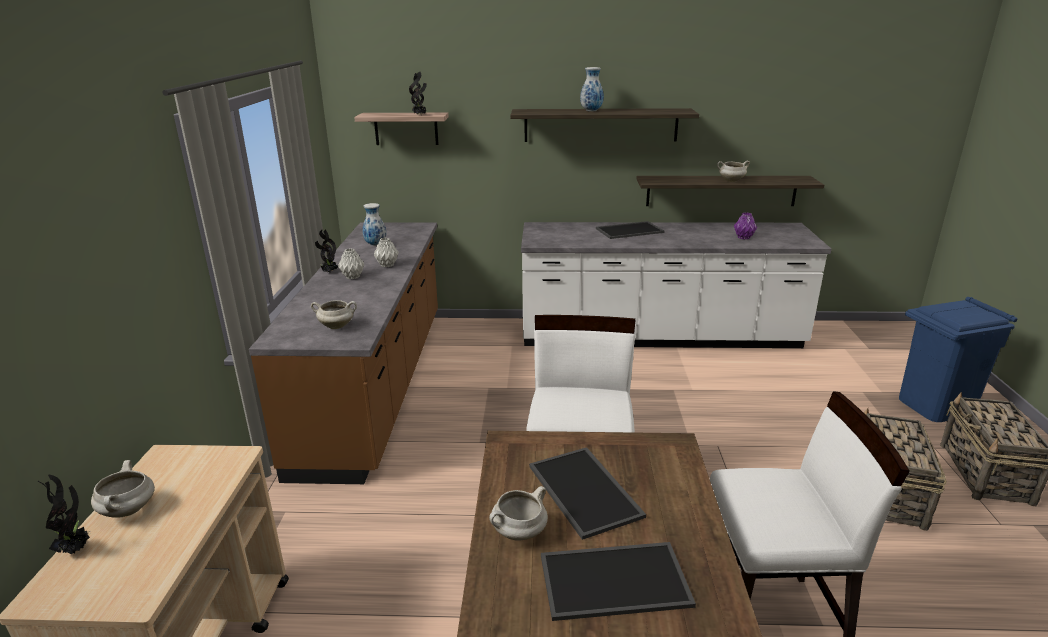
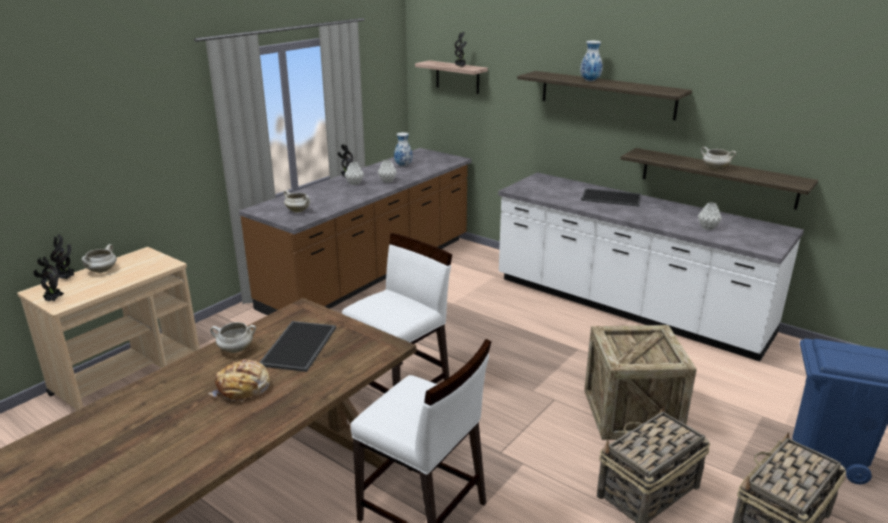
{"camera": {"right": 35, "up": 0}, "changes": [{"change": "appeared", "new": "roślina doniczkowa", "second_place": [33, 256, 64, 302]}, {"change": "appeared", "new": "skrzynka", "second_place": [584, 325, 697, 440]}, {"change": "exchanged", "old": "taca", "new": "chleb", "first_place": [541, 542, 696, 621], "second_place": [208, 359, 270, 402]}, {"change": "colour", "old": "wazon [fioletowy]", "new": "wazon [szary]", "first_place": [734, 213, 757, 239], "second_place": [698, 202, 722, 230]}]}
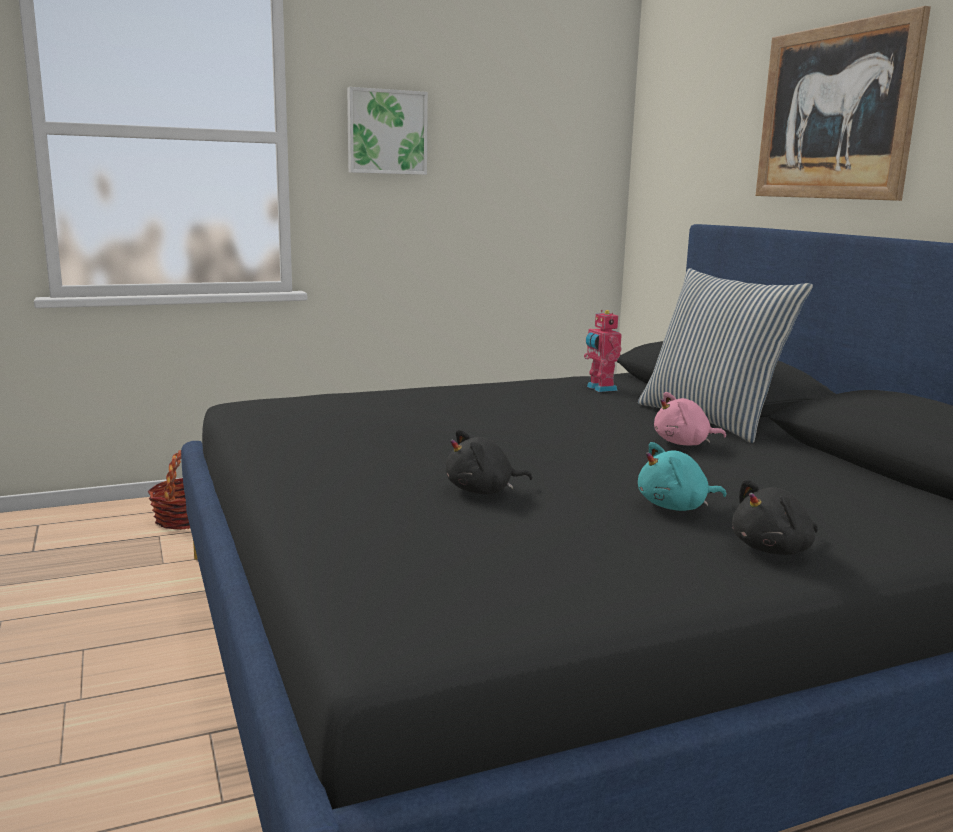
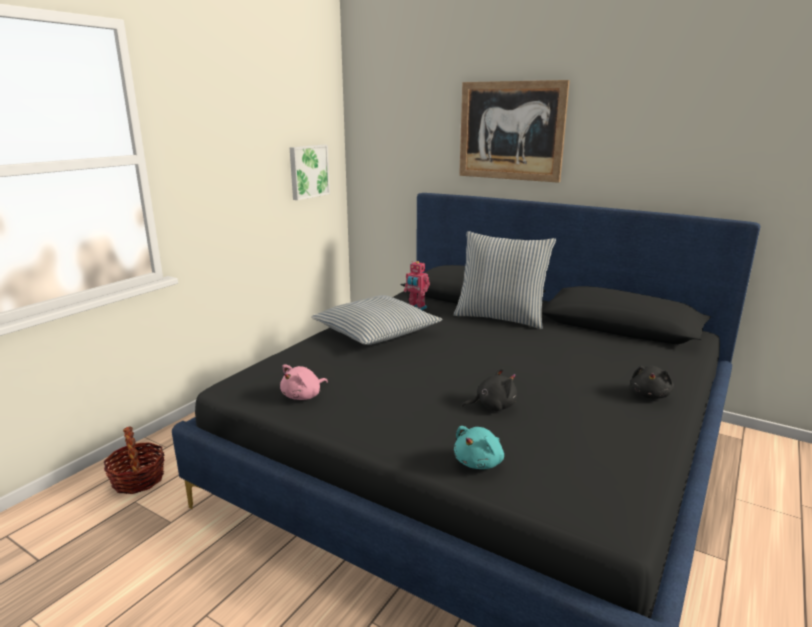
{"camera": {"right": -35, "up": 5}, "changes": [{"change": "appeared", "new": "poduszka", "second_place": [311, 295, 442, 345]}, {"change": "relocated", "old": "obraz", "first_place": [347, 87, 428, 175], "second_place": [290, 145, 330, 200]}, {"change": "relocated", "old": "pluszak [turkusowy]", "first_place": [638, 442, 727, 511], "second_place": [454, 426, 504, 469]}, {"change": "relocated", "old": "pluszak [różowy]", "first_place": [654, 392, 726, 445], "second_place": [280, 364, 328, 400]}, {"change": "spun", "old": "pluszak [czarny]", "first_place": [446, 430, 532, 494], "second_place": [462, 368, 517, 411], "degrees": -135}]}
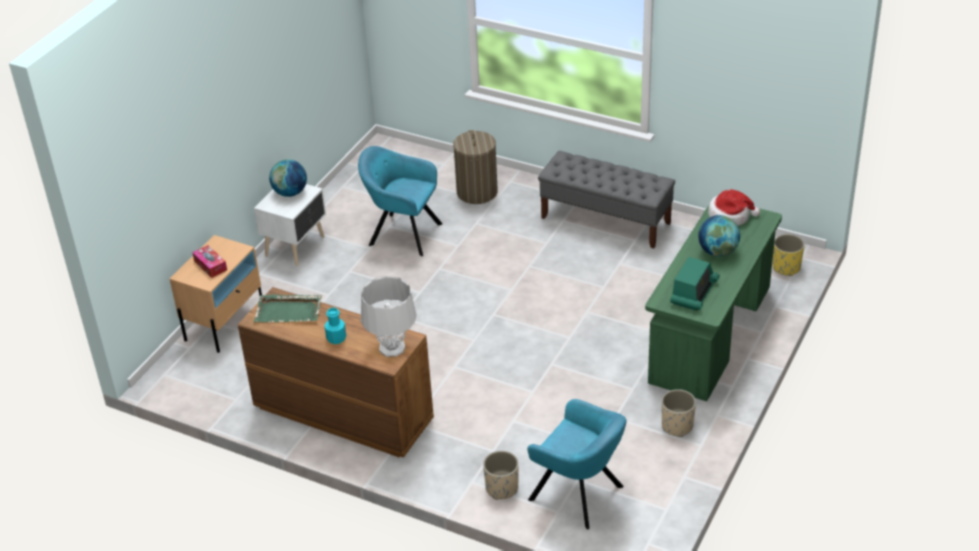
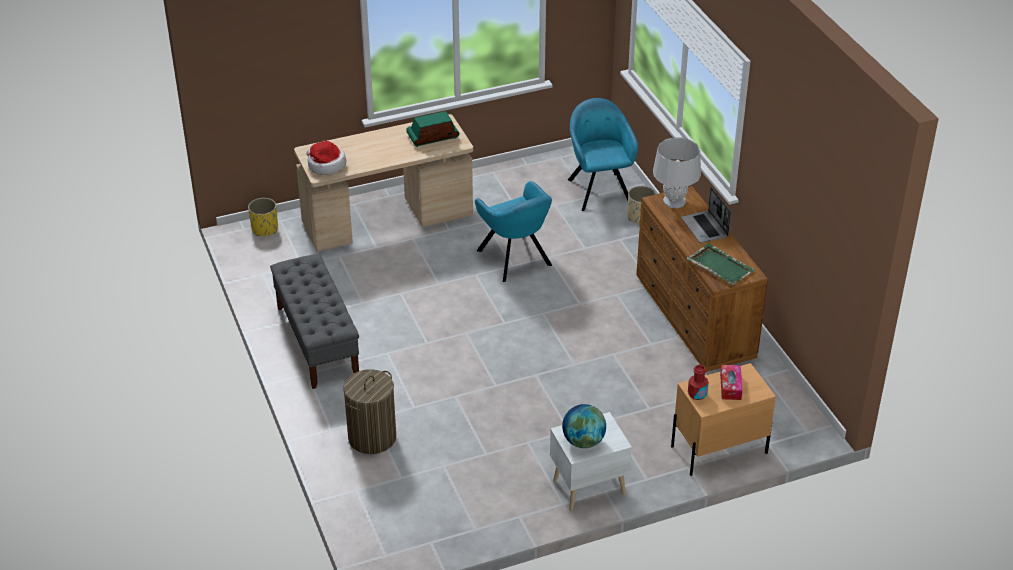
{"camera": {"right": -140, "up": 0}, "changes": [{"change": "missing", "old": "donica [beżowy]", "first_place": [662, 389, 696, 437]}, {"change": "missing", "old": "globus", "first_place": [698, 215, 740, 257]}, {"change": "appeared", "new": "butelka [czerwony]", "second_place": [688, 365, 709, 400]}, {"change": "relocated", "old": "fotel [turkusowy]", "first_place": [358, 146, 443, 256], "second_place": [475, 181, 552, 282]}, {"change": "exchanged", "old": "butelka [turkusowy]", "new": "laptop", "first_place": [325, 308, 346, 344], "second_place": [681, 187, 731, 243]}, {"change": "colour", "old": "biurko [zielony]", "new": "biurko [beżowy]", "first_place": [645, 205, 782, 401], "second_place": [294, 114, 473, 252]}]}
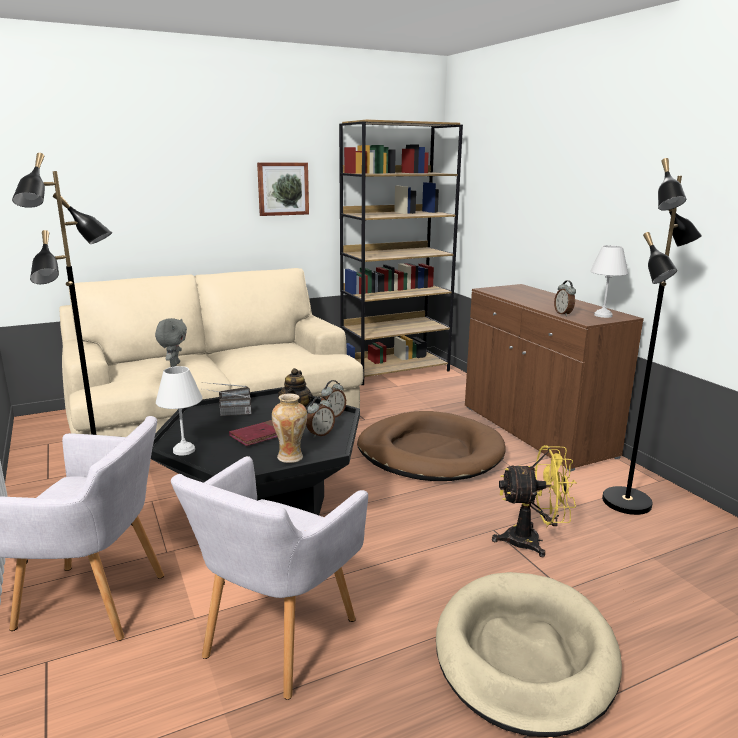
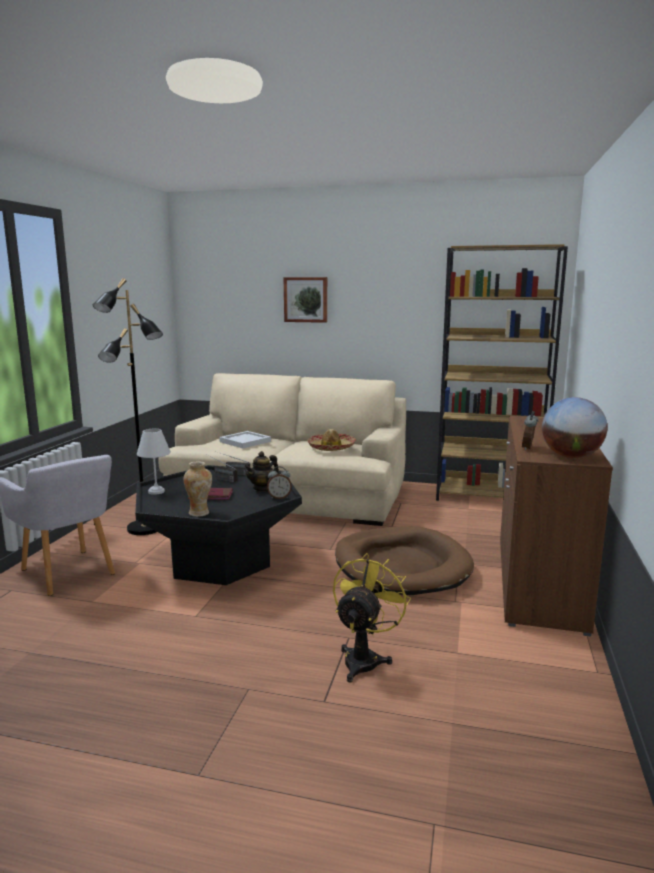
{"camera": {"right": 40, "up": -5}, "changes": [{"change": "missing", "old": "fotel [szary]", "first_place": [171, 456, 368, 700]}, {"change": "missing", "old": "budzik", "first_place": [306, 396, 335, 438]}, {"change": "missing", "old": "legowisko [beżowy]", "first_place": [436, 572, 622, 737]}, {"change": "missing", "old": "lampa stojąca [czarny]", "first_place": [602, 158, 702, 515]}, {"change": "appeared", "new": "kapelusz", "second_place": [307, 429, 356, 451]}, {"change": "relocated", "old": "obraz", "first_place": [257, 162, 309, 216], "second_place": [284, 277, 327, 323]}, {"change": "exchanged", "old": "pluszak [szary]", "new": "taca [biały]", "first_place": [155, 318, 187, 367], "second_place": [219, 431, 271, 449]}, {"change": "exchanged", "old": "lampa stołowa [biały]", "new": "globus", "first_place": [590, 245, 628, 318], "second_place": [542, 397, 607, 458]}, {"change": "spun", "old": "wentylator [żółty]", "first_place": [492, 445, 577, 557], "second_place": [333, 553, 411, 683], "degrees": -105}]}
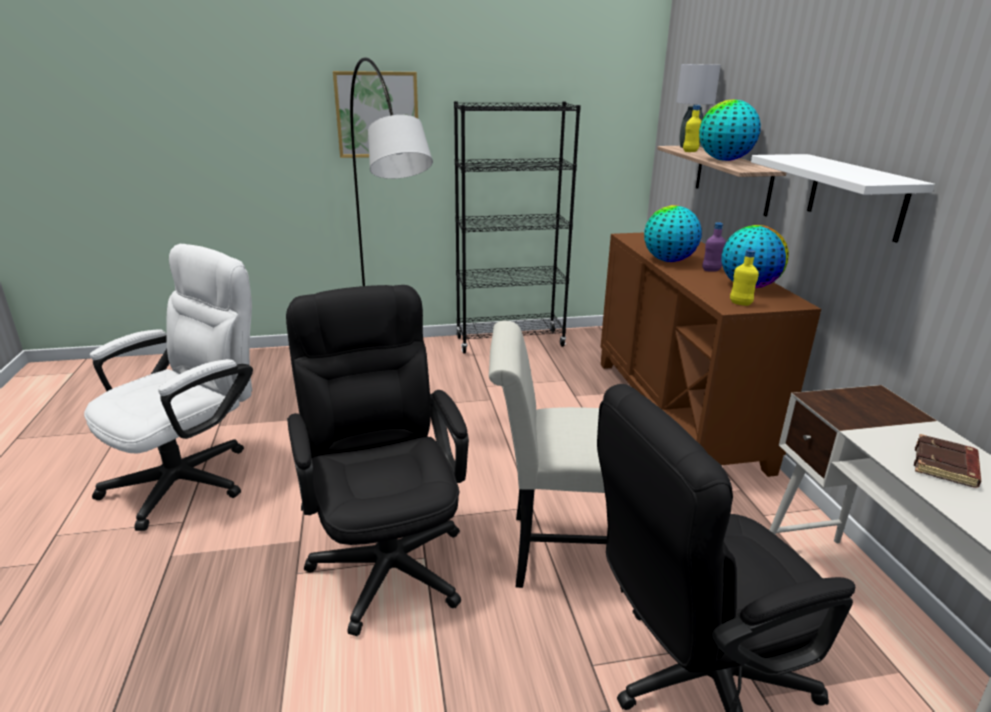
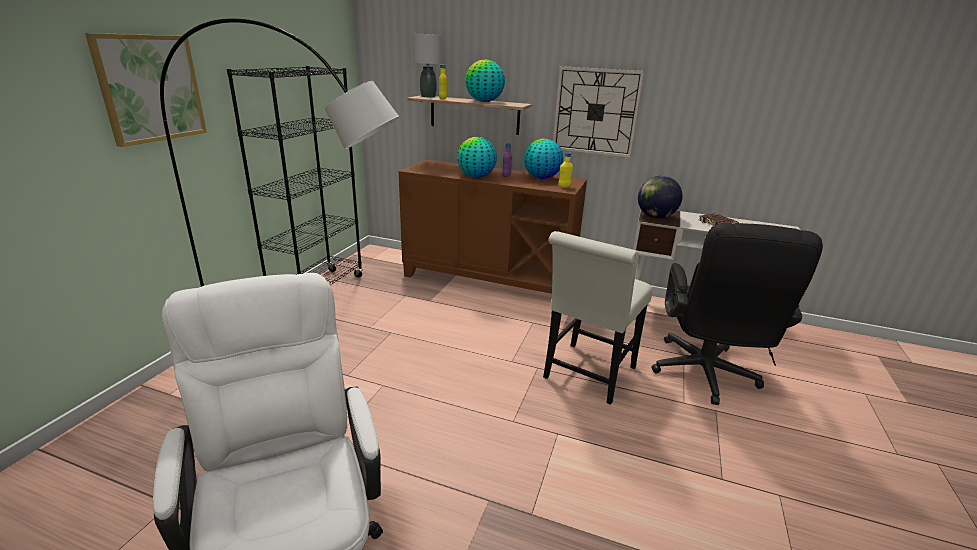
{"camera": {"right": -60, "up": 0}, "changes": [{"change": "missing", "old": "krzesło biurowe [czarny]", "first_place": [286, 285, 469, 636]}, {"change": "appeared", "new": "globus", "second_place": [638, 176, 683, 219]}, {"change": "exchanged", "old": "półka [biały]", "new": "zegar ścienny", "first_place": [751, 154, 935, 243], "second_place": [553, 66, 645, 158]}]}
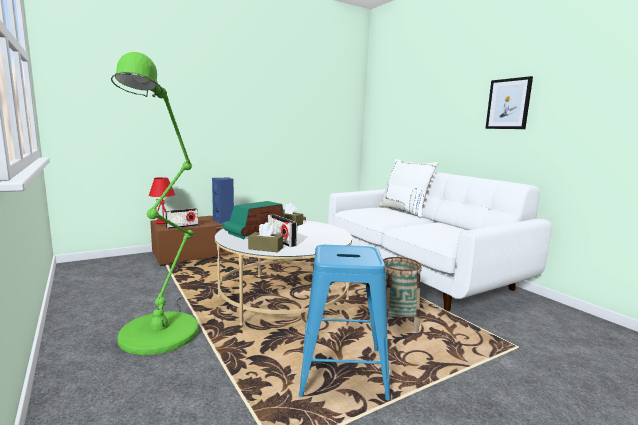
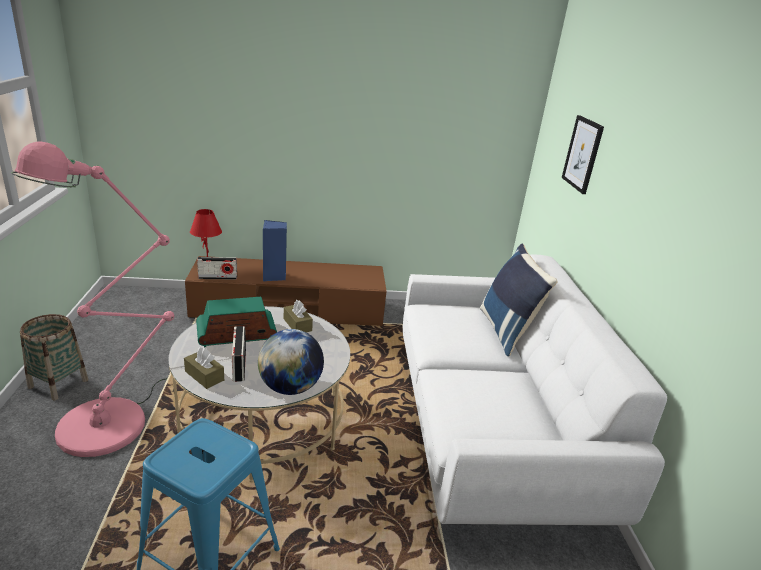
{"camera": {"right": 25, "up": 15}, "changes": [{"change": "appeared", "new": "globus", "second_place": [258, 329, 324, 395]}, {"change": "relocated", "old": "koszyk", "first_place": [383, 257, 422, 332], "second_place": [20, 314, 88, 400]}, {"change": "relocated", "old": "obraz", "first_place": [485, 76, 533, 129], "second_place": [562, 115, 604, 194]}, {"change": "colour", "old": "lampa stojąca [zielony]", "new": "lampa stojąca [różowy]", "first_place": [111, 52, 199, 355], "second_place": [12, 141, 174, 457]}, {"change": "colour", "old": "poduszka [biały]", "new": "poduszka [niebieski]", "first_place": [379, 159, 438, 218], "second_place": [480, 244, 558, 357]}]}
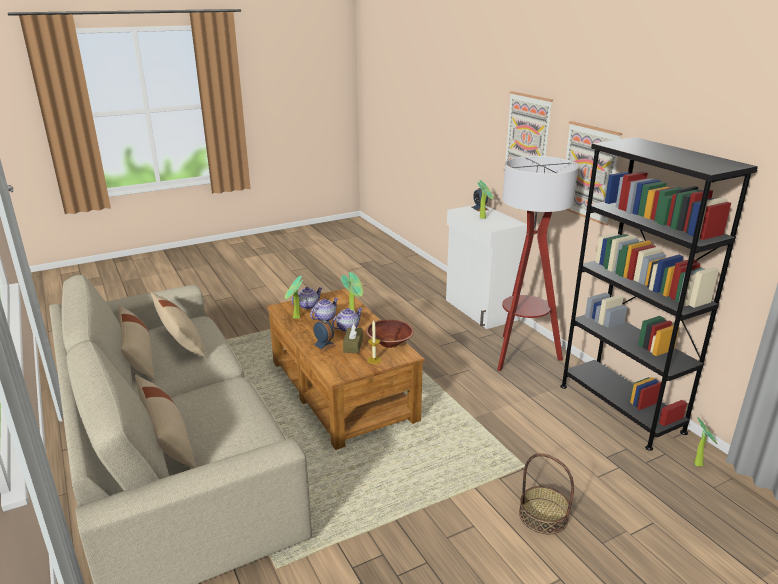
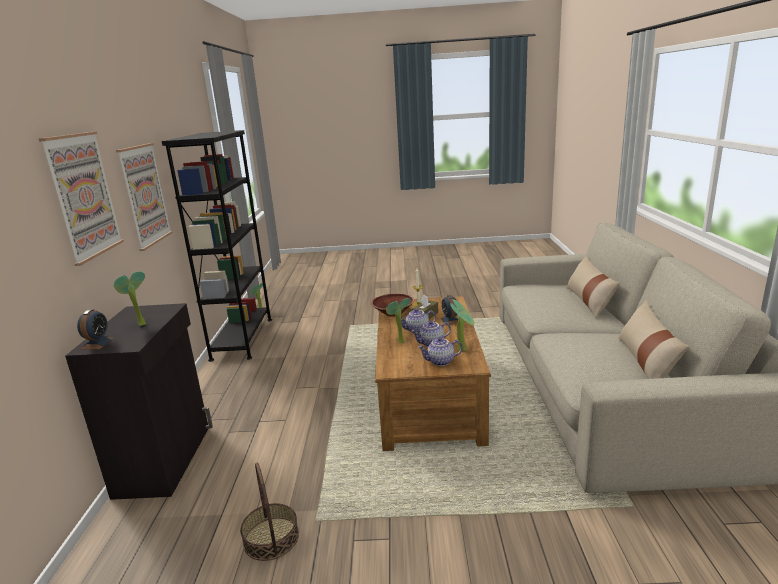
{"camera": {"right": -150, "up": -5}, "changes": [{"change": "missing", "old": "poduszka [beżowy]", "first_place": [151, 292, 207, 358]}, {"change": "missing", "old": "lampa stojąca", "first_place": [497, 156, 578, 371]}, {"change": "relocated", "old": "koszyk", "first_place": [519, 453, 574, 534], "second_place": [240, 463, 299, 561]}, {"change": "colour", "old": "szafka [biały]", "new": "szafka [czarny]", "first_place": [446, 205, 527, 329], "second_place": [65, 303, 213, 500]}]}
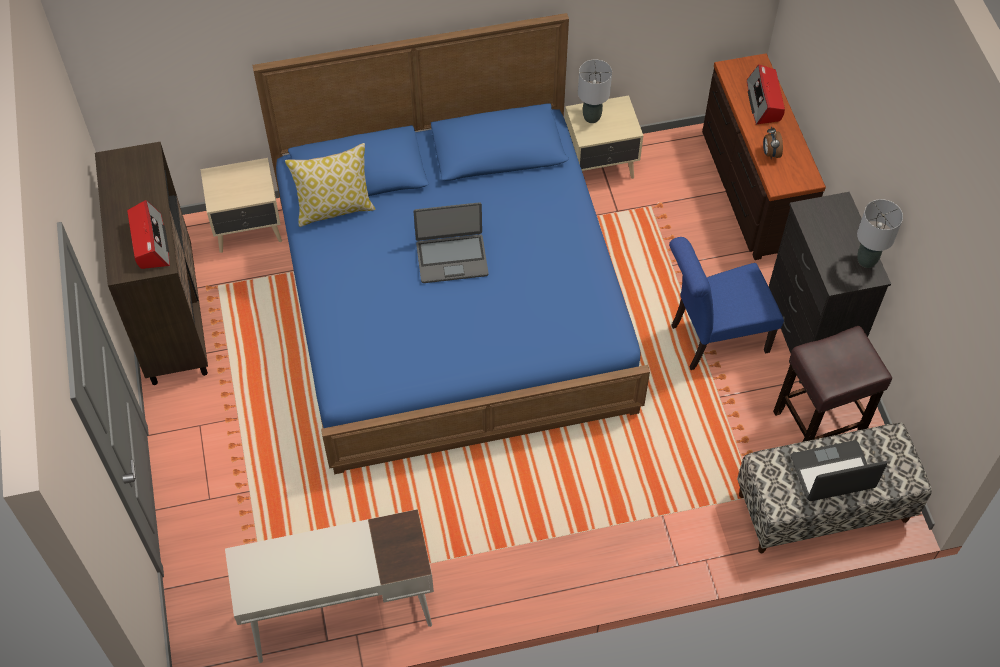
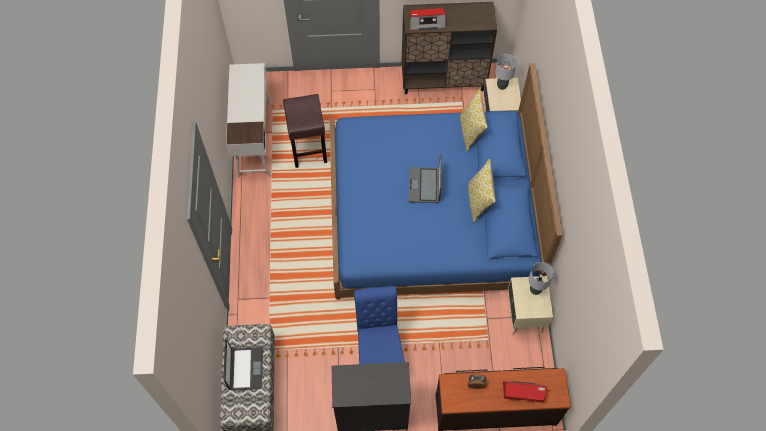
{"camera": {"right": 100, "up": 5}, "changes": [{"change": "appeared", "new": "poduszka", "second_place": [468, 159, 496, 223]}, {"change": "relocated", "old": "stołek [brązowy]", "first_place": [773, 326, 892, 442], "second_place": [283, 94, 327, 168]}, {"change": "relocated", "old": "lampa stołowa [szary]", "first_place": [857, 199, 903, 268], "second_place": [495, 54, 517, 90]}]}
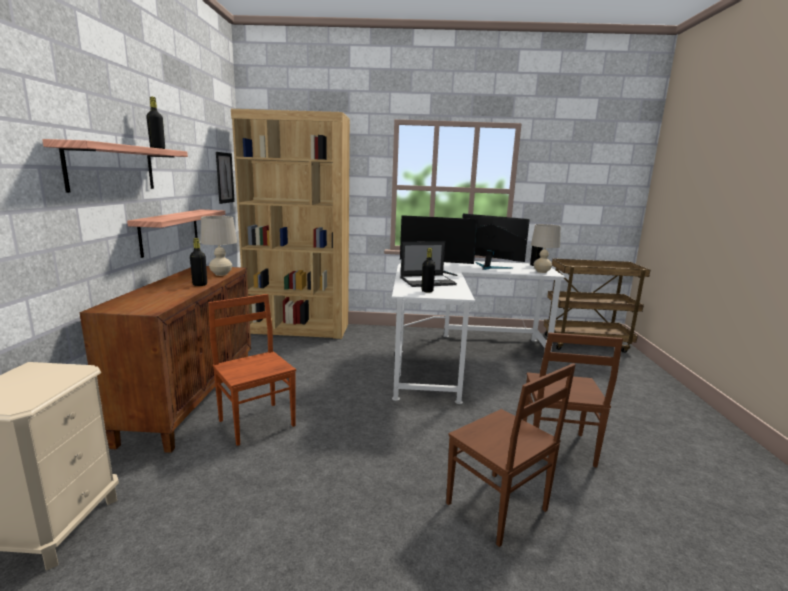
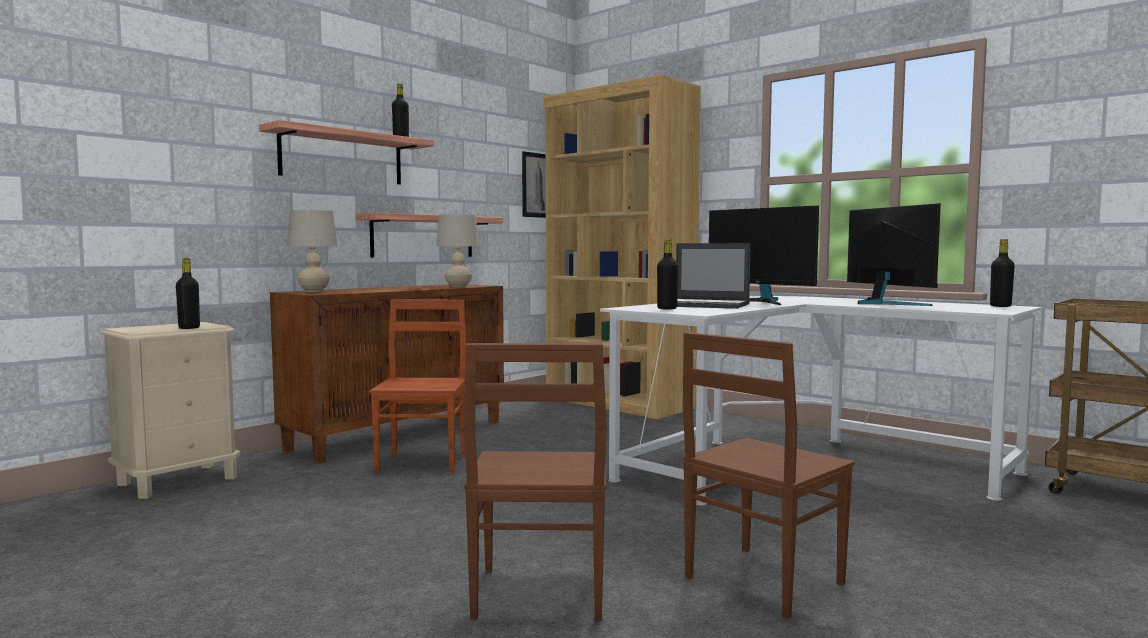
{"camera": {"right": 40, "up": -10}, "changes": [{"change": "relocated", "old": "butelka [czarny]", "first_place": [190, 238, 207, 286], "second_place": [176, 258, 200, 329]}, {"change": "relocated", "old": "lampa stołowa [beżowy]", "first_place": [531, 224, 561, 273], "second_place": [287, 210, 337, 292]}]}
